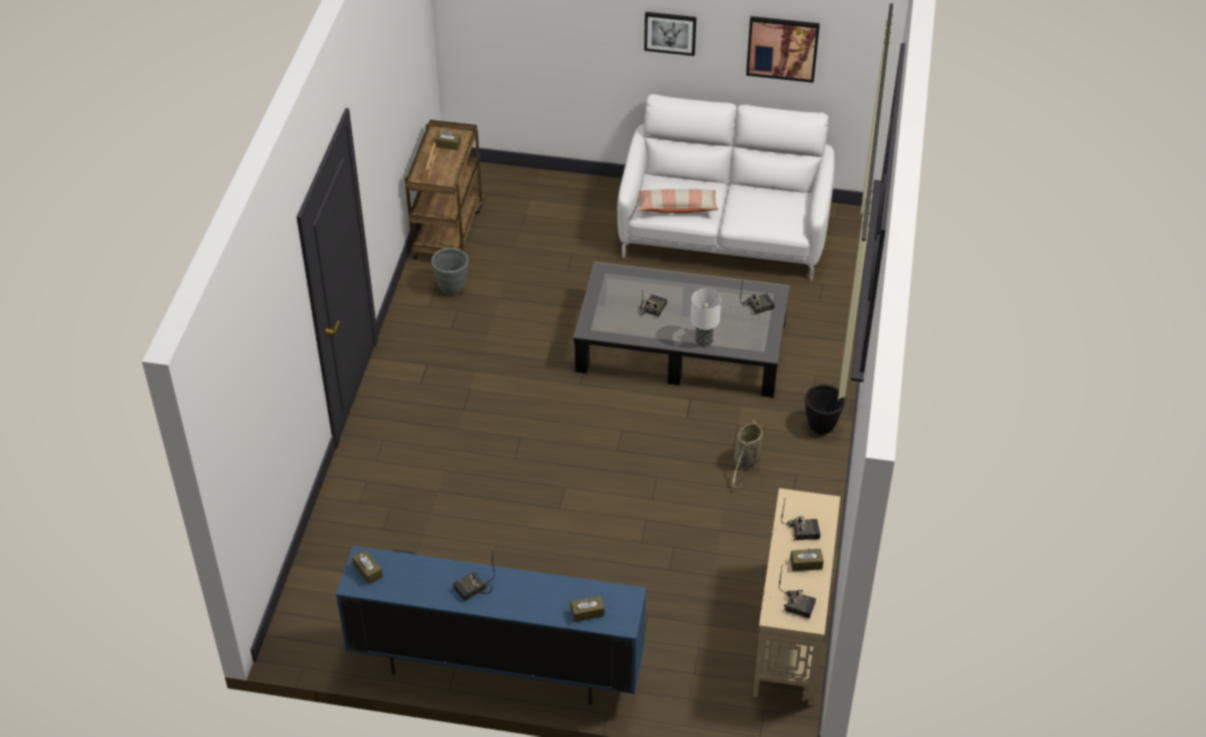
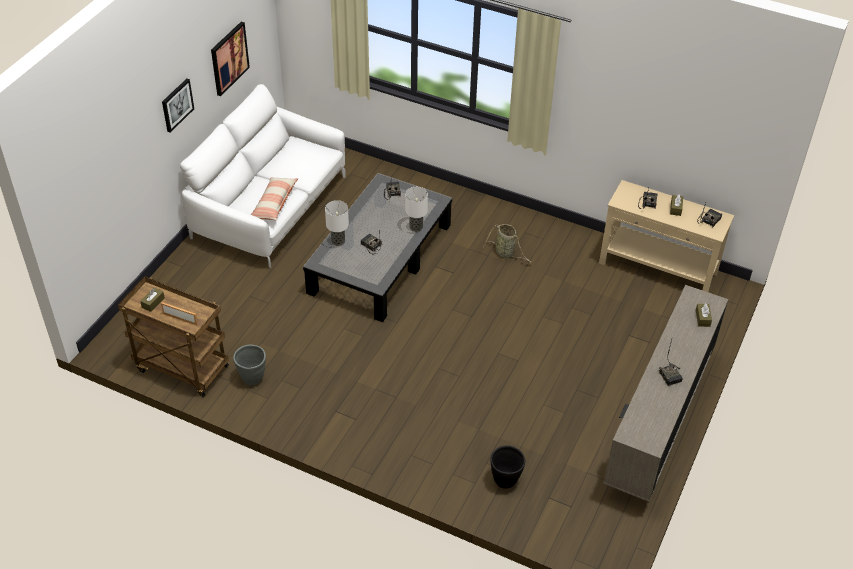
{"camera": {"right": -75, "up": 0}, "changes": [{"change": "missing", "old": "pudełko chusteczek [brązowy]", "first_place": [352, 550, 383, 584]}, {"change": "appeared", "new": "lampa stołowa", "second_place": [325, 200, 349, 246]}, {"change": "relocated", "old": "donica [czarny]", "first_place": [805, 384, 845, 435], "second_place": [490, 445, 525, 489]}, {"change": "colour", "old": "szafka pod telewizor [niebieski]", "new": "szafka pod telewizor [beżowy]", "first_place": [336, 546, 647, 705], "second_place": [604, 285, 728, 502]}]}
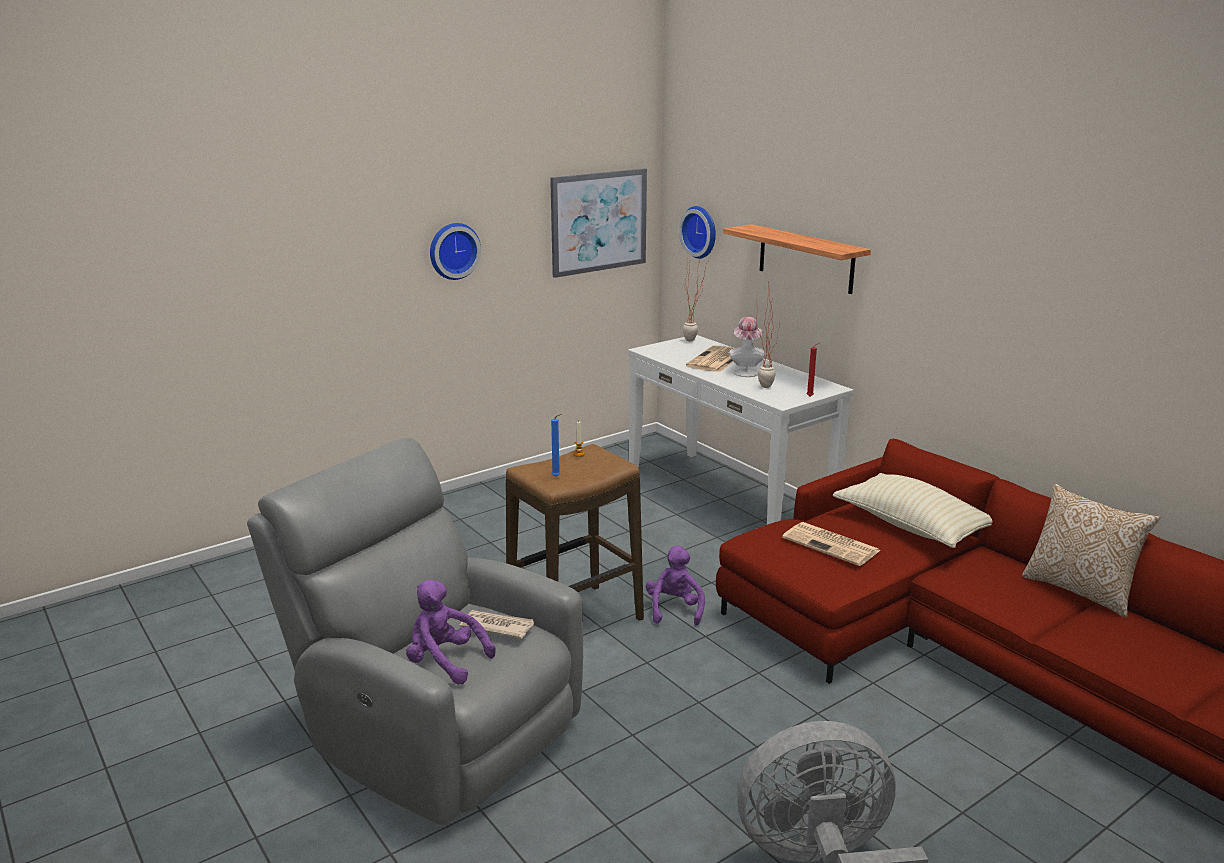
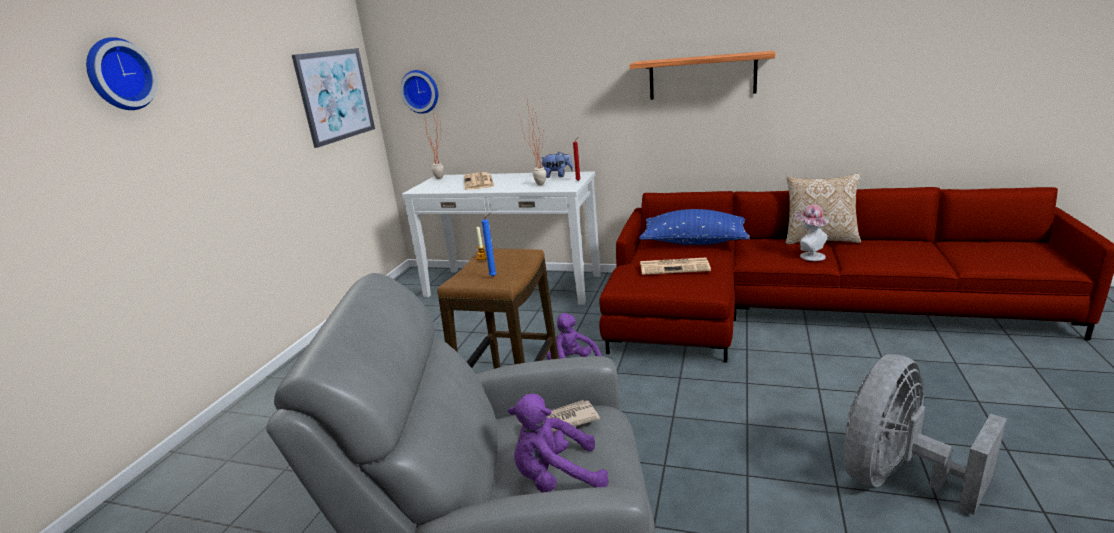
{"camera": {"right": -35, "up": 0}, "changes": [{"change": "appeared", "new": "pluszak", "second_place": [541, 152, 573, 178]}, {"change": "relocated", "old": "zegar ścienny", "first_place": [430, 223, 481, 280], "second_place": [86, 37, 158, 110]}, {"change": "relocated", "old": "półka", "first_place": [723, 224, 871, 294], "second_place": [630, 51, 775, 100]}, {"change": "relocated", "old": "kapelusz", "first_place": [729, 317, 765, 377], "second_place": [795, 204, 828, 261]}, {"change": "colour", "old": "poduszka [beżowy]", "new": "poduszka [niebieski]", "first_place": [833, 473, 993, 548], "second_place": [639, 209, 750, 245]}]}
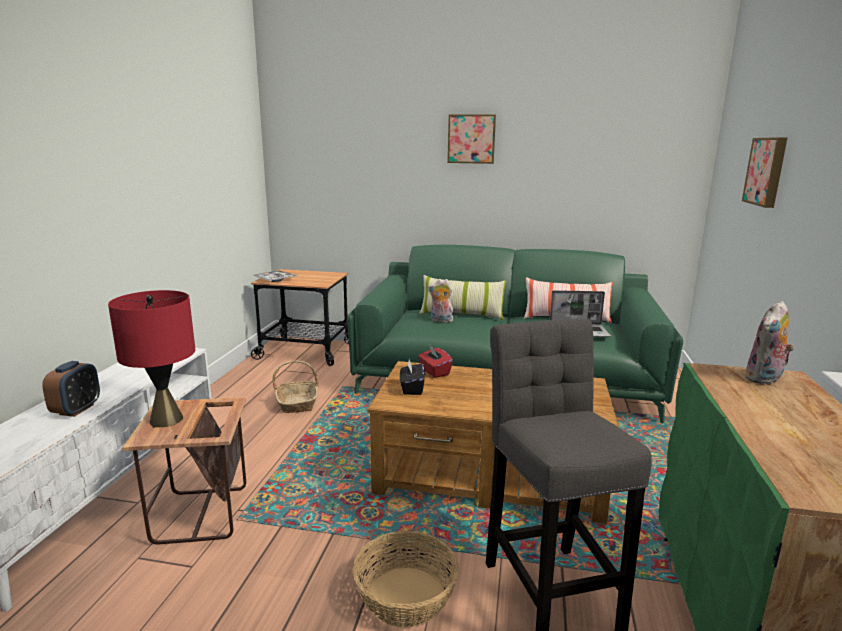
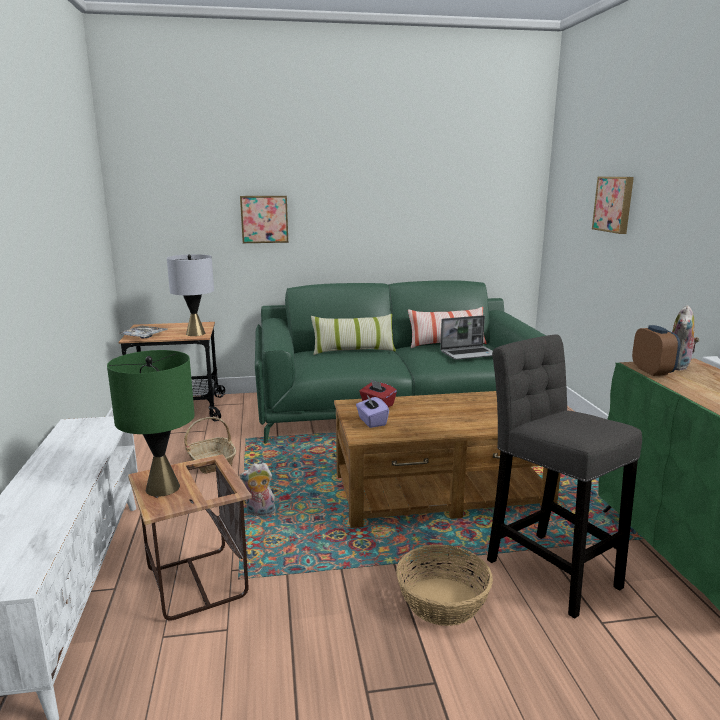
{"camera": {"right": -20, "up": 0}, "changes": [{"change": "appeared", "new": "lampa stołowa [szary]", "second_place": [167, 254, 214, 336]}, {"change": "relocated", "old": "budzik", "first_place": [42, 361, 100, 417], "second_place": [632, 325, 681, 376]}, {"change": "relocated", "old": "pluszak", "first_place": [428, 279, 453, 323], "second_place": [239, 462, 276, 516]}, {"change": "relocated", "old": "obraz", "first_place": [447, 114, 496, 164], "second_place": [240, 196, 288, 243]}, {"change": "colour", "old": "lampa stołowa [czerwony]", "new": "lampa stołowa [zielony]", "first_place": [108, 290, 195, 427], "second_place": [107, 350, 195, 497]}, {"change": "colour", "old": "pudełko chusteczek [czarny]", "new": "pudełko chusteczek [fioletowy]", "first_place": [400, 360, 425, 395], "second_place": [356, 395, 389, 428]}]}
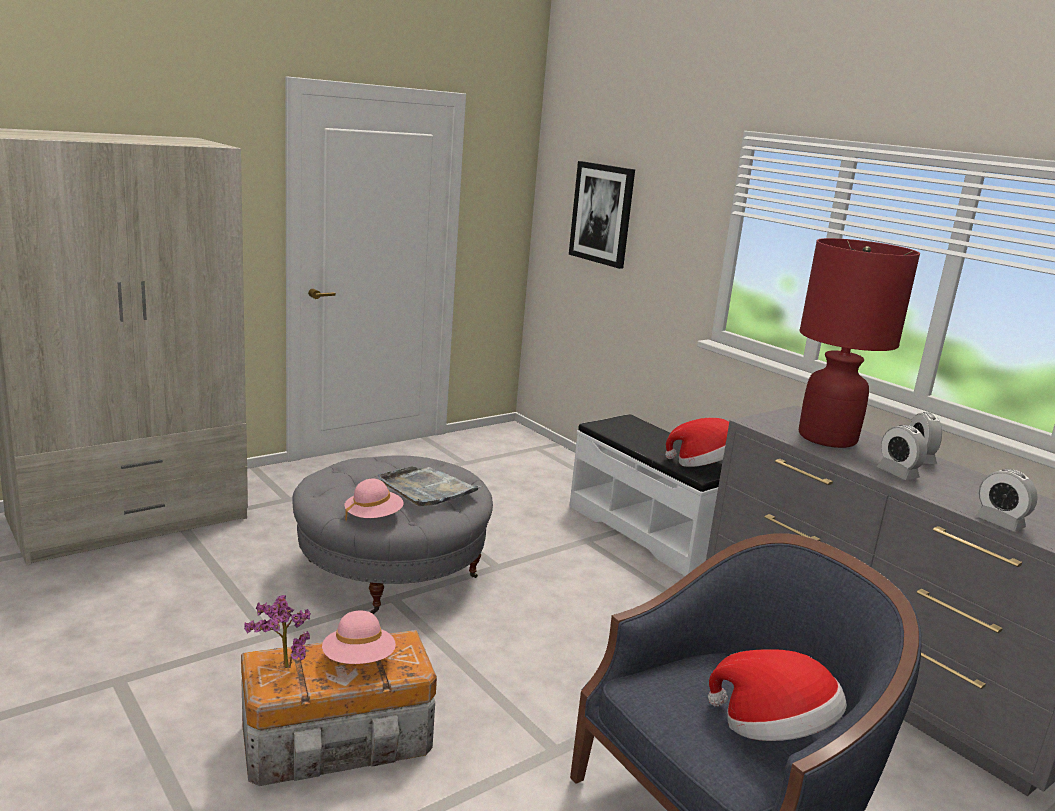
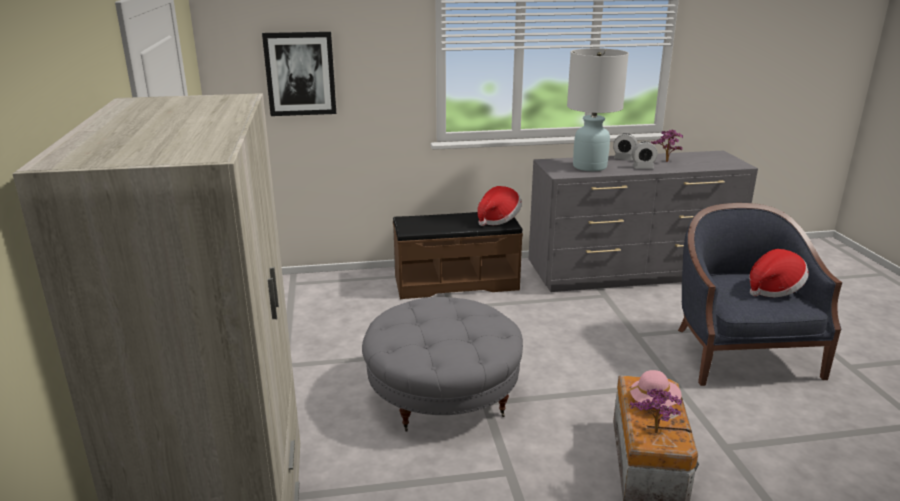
{"camera": {"right": -60, "up": 5}, "changes": [{"change": "missing", "old": "kapelusz [różowy]", "first_place": [345, 479, 404, 521]}, {"change": "missing", "old": "taca [szary]", "first_place": [378, 466, 483, 506]}, {"change": "missing", "old": "budzik", "first_place": [975, 469, 1038, 532]}, {"change": "appeared", "new": "roślina doniczkowa", "second_place": [651, 129, 683, 162]}, {"change": "colour", "old": "ławka [biały]", "new": "ławka [brązowy]", "first_place": [569, 414, 723, 576], "second_place": [393, 212, 523, 299]}, {"change": "colour", "old": "lampa stołowa [czerwony]", "new": "lampa stołowa [biały]", "first_place": [799, 238, 920, 448], "second_place": [567, 48, 629, 171]}]}
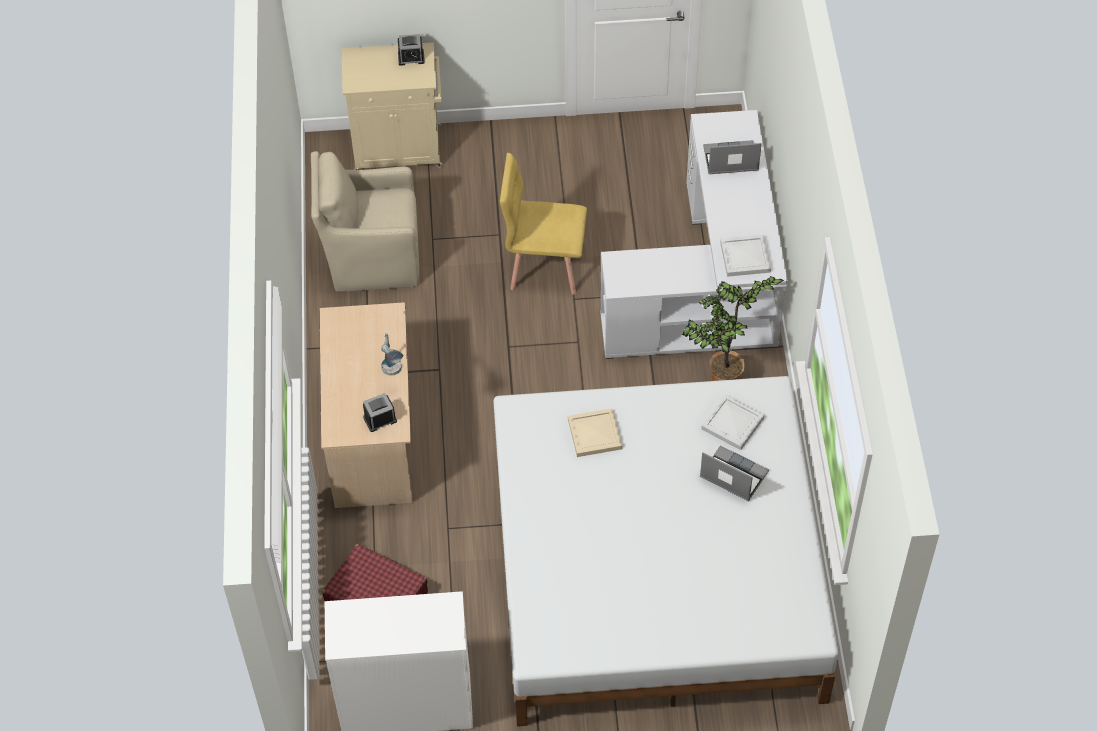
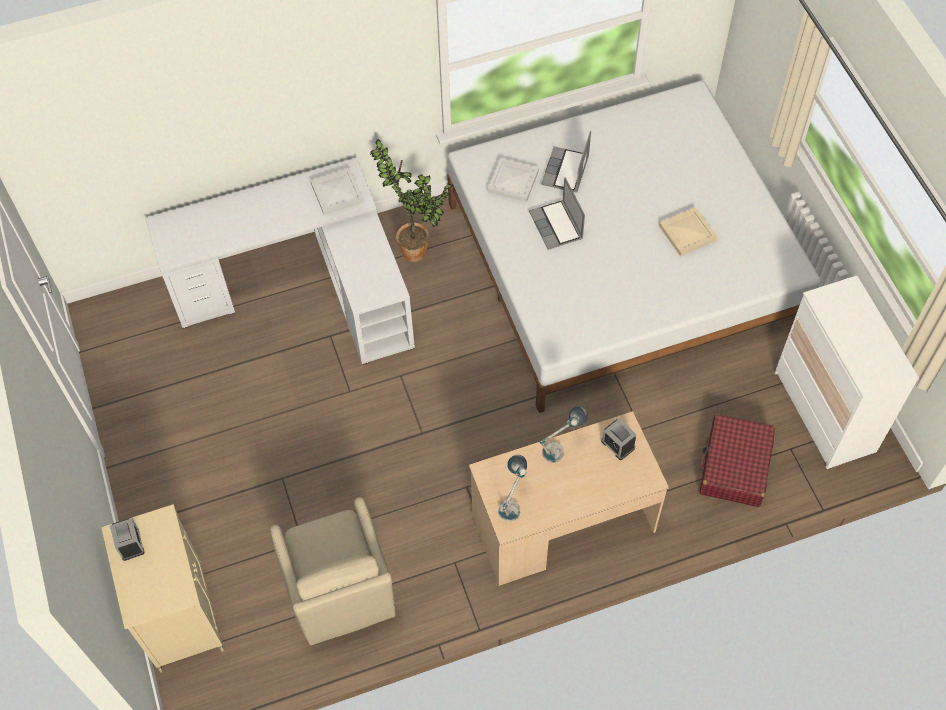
{"camera": {"right": -105, "up": 5}, "changes": [{"change": "missing", "old": "krzesło [żółty]", "first_place": [500, 153, 587, 295]}, {"change": "appeared", "new": "lampa stołowa", "second_place": [498, 455, 527, 521]}, {"change": "relocated", "old": "taca [beżowy]", "first_place": [568, 408, 622, 457], "second_place": [659, 207, 718, 257]}, {"change": "relocated", "old": "laptop", "first_place": [703, 140, 762, 174], "second_place": [529, 177, 585, 250]}]}
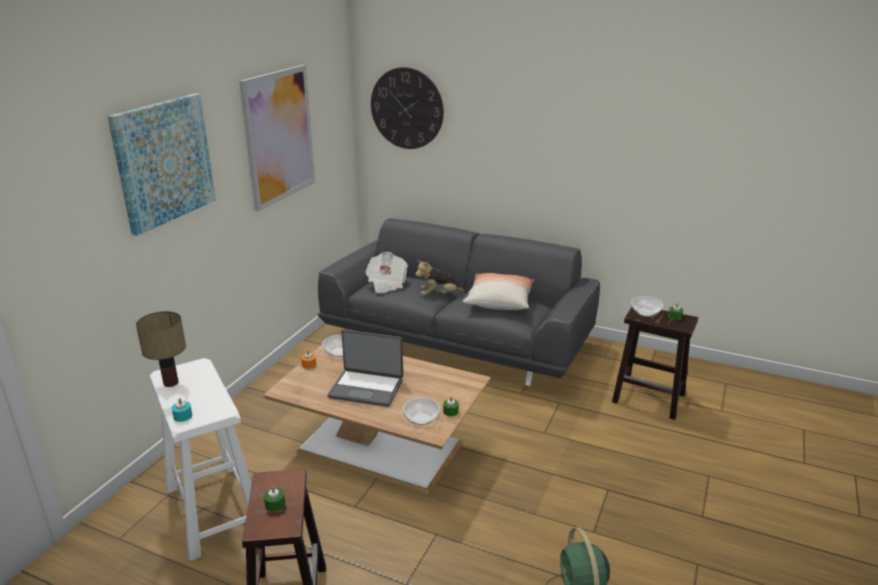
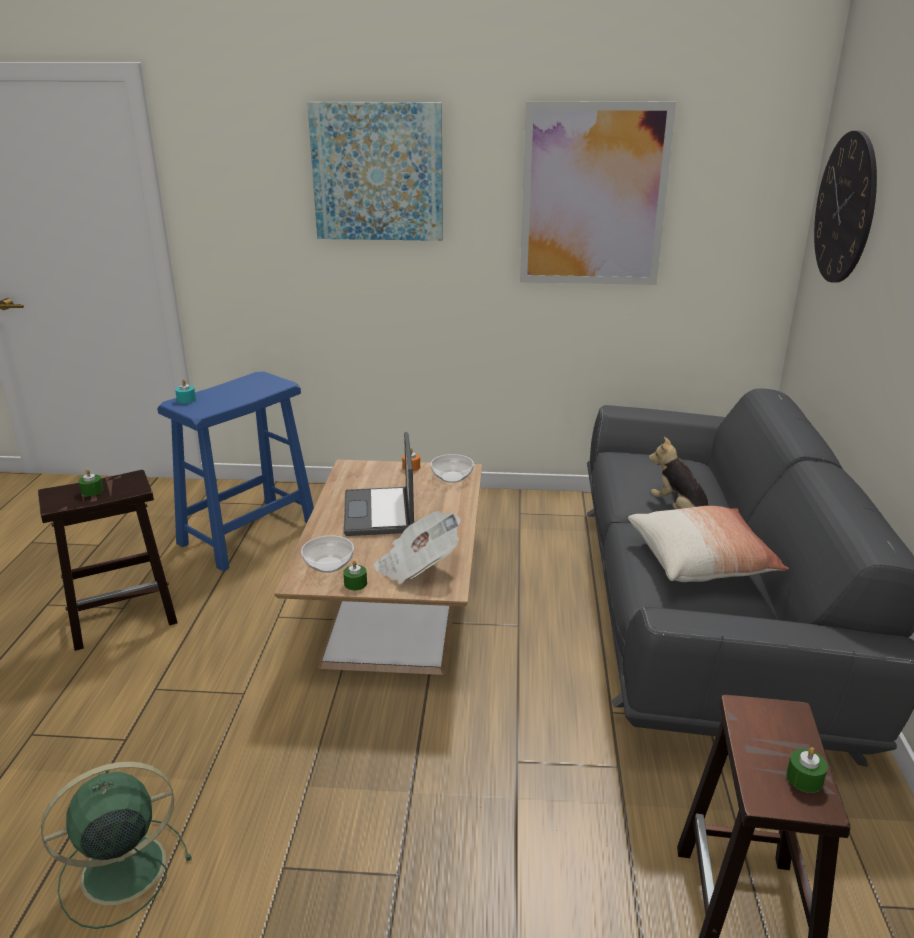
{"camera": {"right": 70, "up": 0}, "changes": [{"change": "missing", "old": "lampa stołowa", "first_place": [136, 311, 186, 387]}, {"change": "missing", "old": "miska", "first_place": [631, 296, 663, 317]}, {"change": "relocated", "old": "gazeta", "first_place": [365, 252, 408, 293], "second_place": [374, 511, 461, 584]}, {"change": "colour", "old": "stołek [biały]", "new": "stołek [niebieski]", "first_place": [149, 358, 252, 561], "second_place": [157, 371, 314, 571]}]}
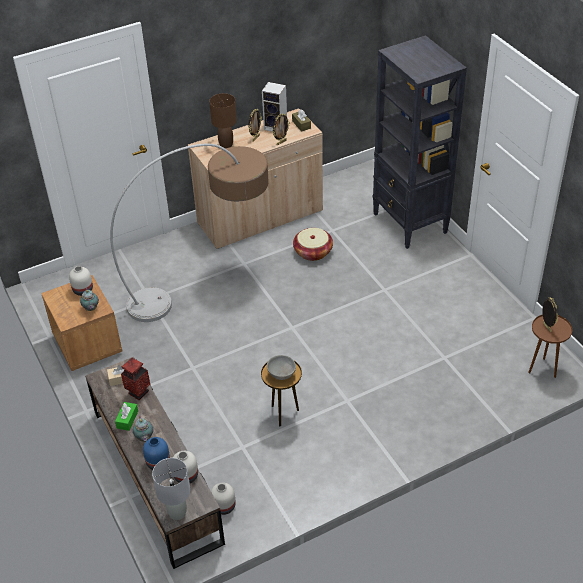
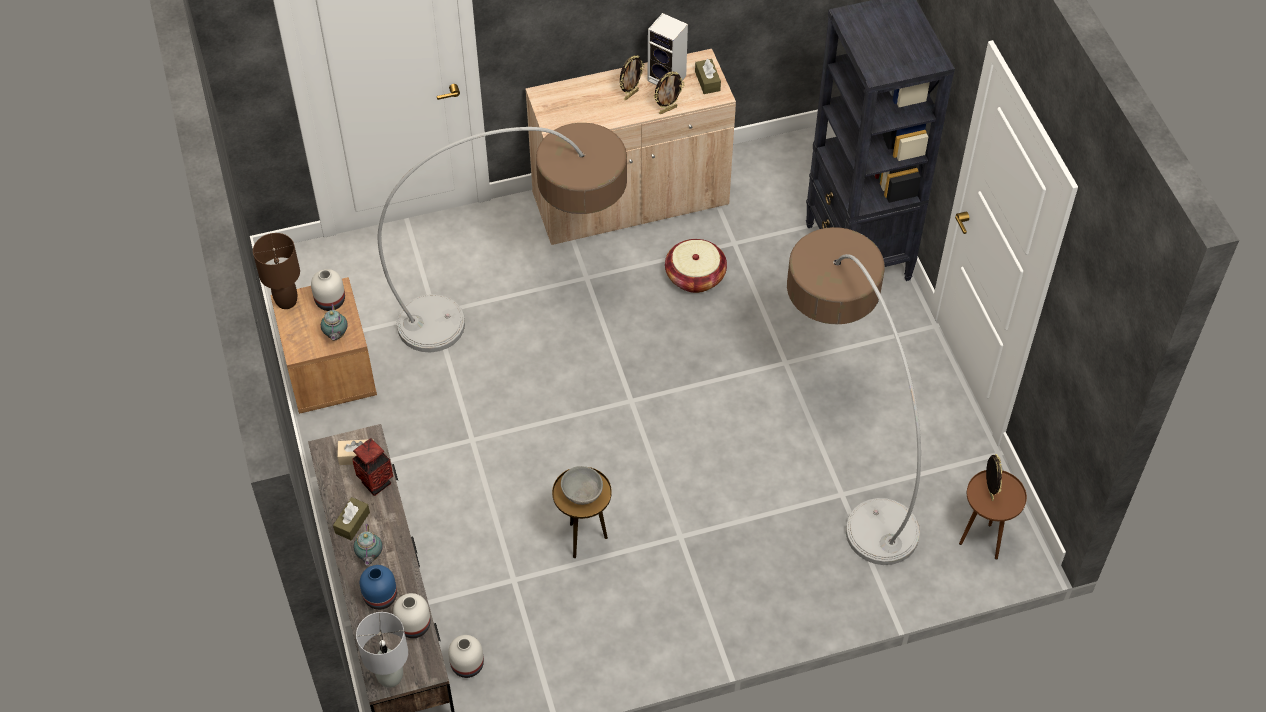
{"camera": {"right": 10, "up": 10}, "changes": [{"change": "appeared", "new": "lampa stojąca", "second_place": [787, 227, 921, 565]}, {"change": "relocated", "old": "lampa stołowa [brązowy]", "first_place": [209, 93, 237, 148], "second_place": [253, 233, 300, 309]}, {"change": "colour", "old": "pudełko chusteczek [zielony]", "new": "pudełko chusteczek [brązowy]", "first_place": [115, 402, 138, 431], "second_place": [333, 497, 370, 540]}]}
